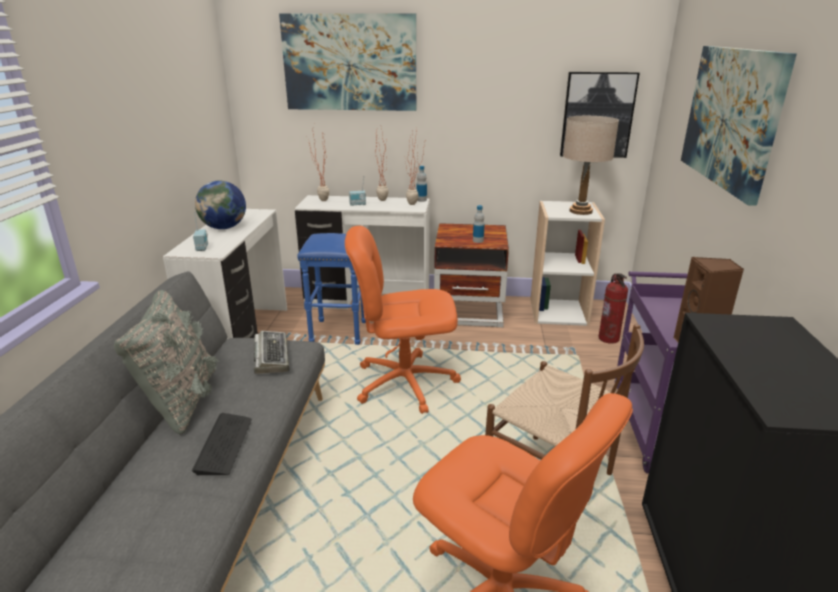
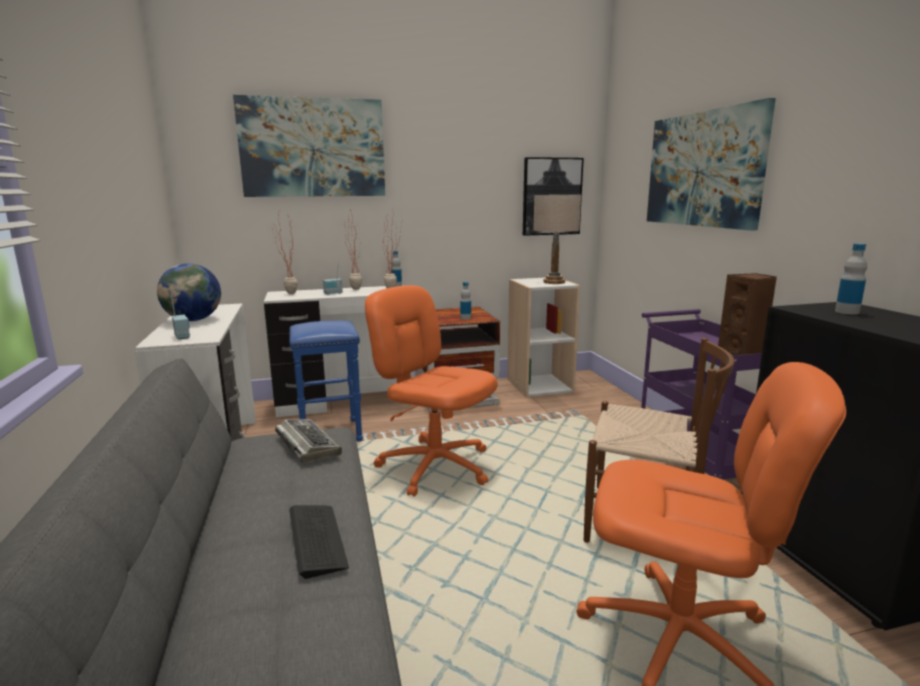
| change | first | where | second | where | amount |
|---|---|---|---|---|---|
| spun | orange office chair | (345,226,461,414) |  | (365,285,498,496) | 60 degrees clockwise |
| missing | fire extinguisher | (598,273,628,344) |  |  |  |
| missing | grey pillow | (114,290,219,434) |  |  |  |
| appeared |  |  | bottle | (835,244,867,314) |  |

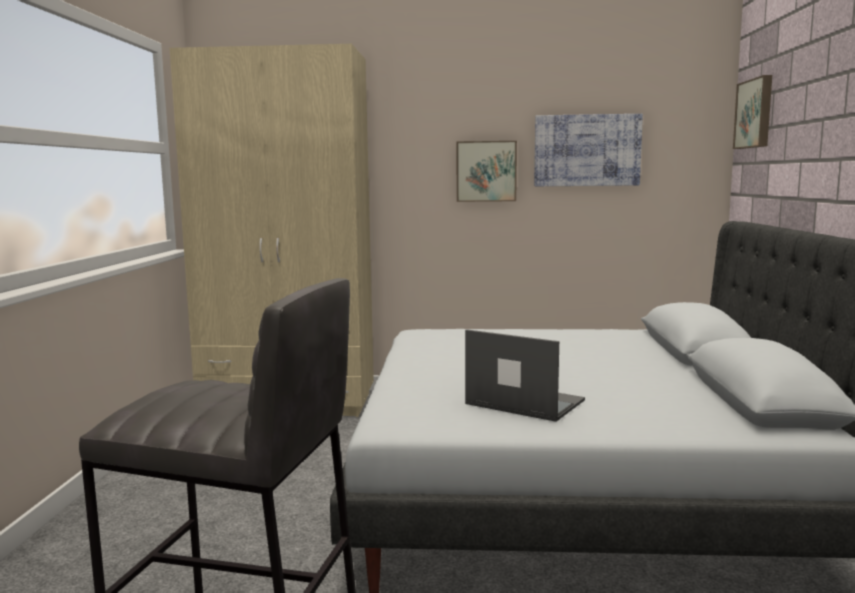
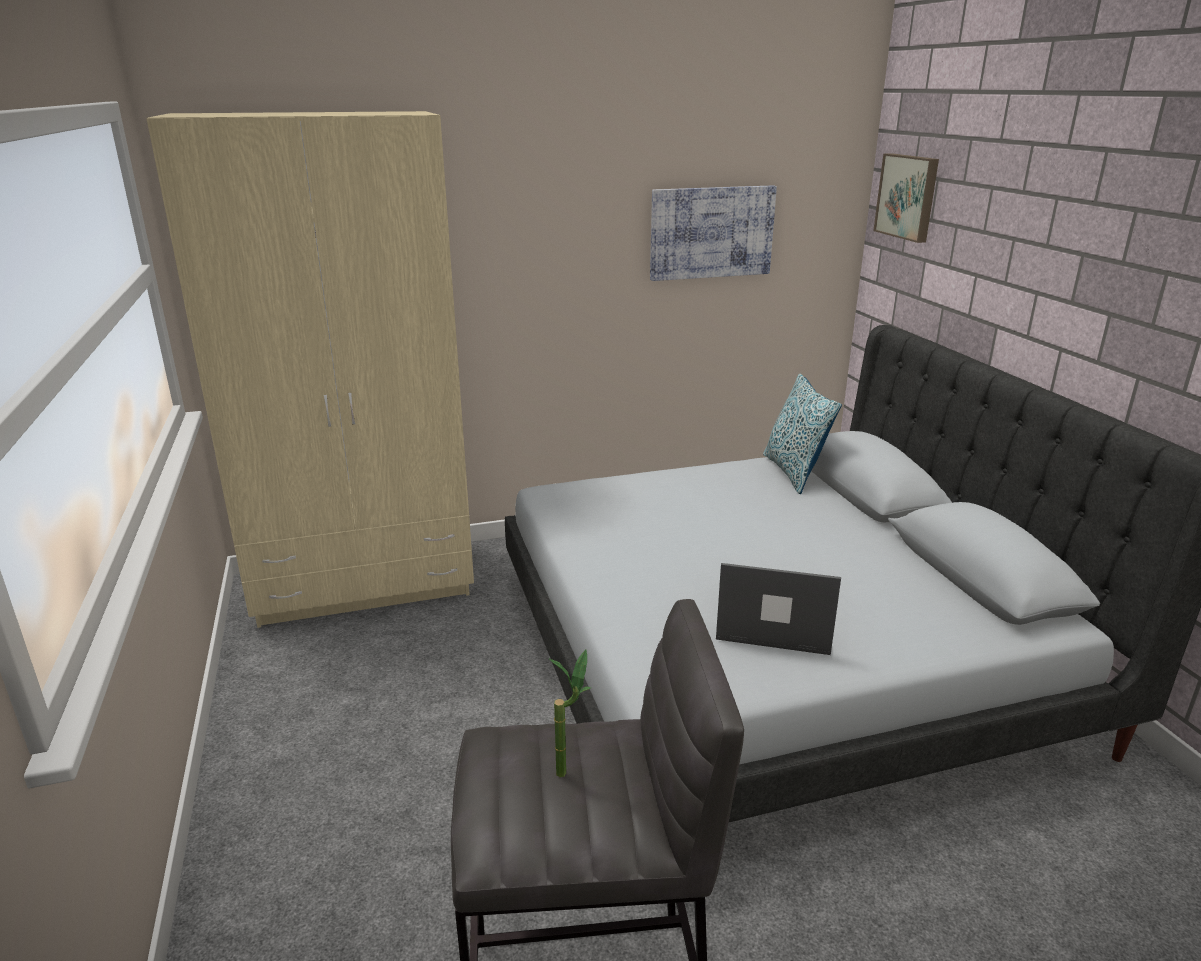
| change | first | where | second | where | amount |
|---|---|---|---|---|---|
| missing | picture | (456,141,517,202) |  |  |  |
| appeared |  |  | pillow | (763,374,842,494) |  |
| appeared |  |  | potted plant | (549,650,591,777) |  |

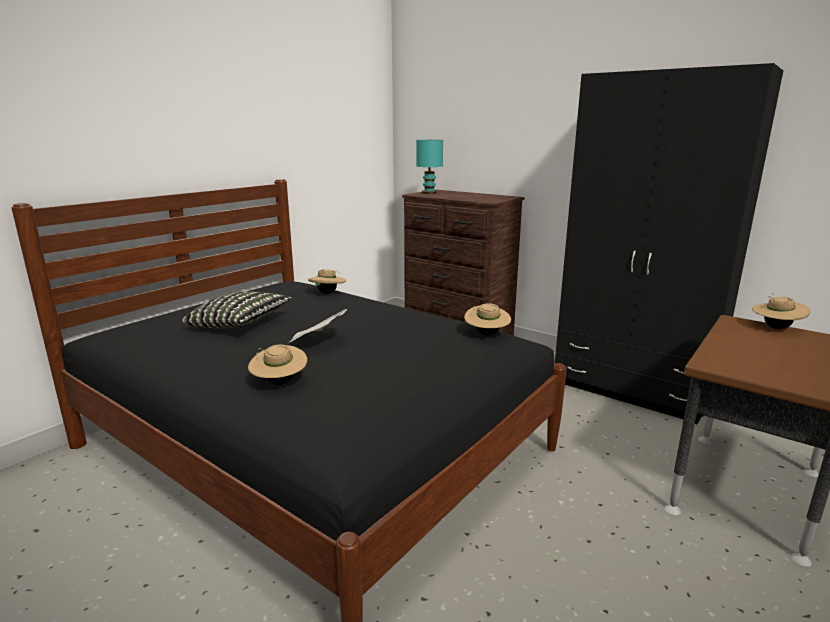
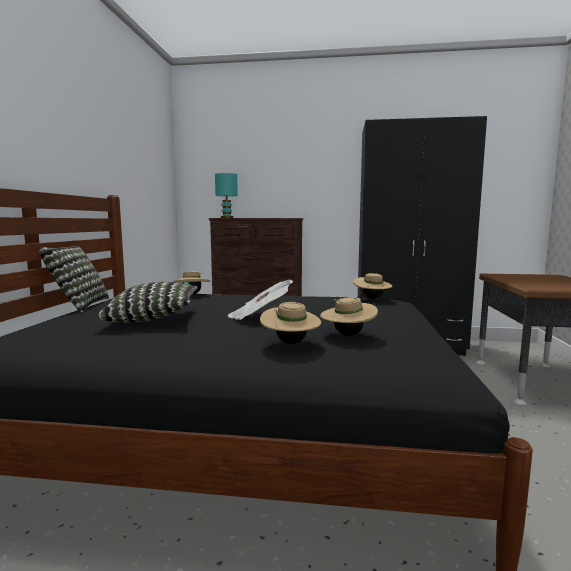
| change | first | where | second | where | amount |
|---|---|---|---|---|---|
| relocated | beige hat | (752,294,811,329) |  | (320,295,378,336) |  |
| appeared |  |  | pillow | (39,246,109,313) |  |

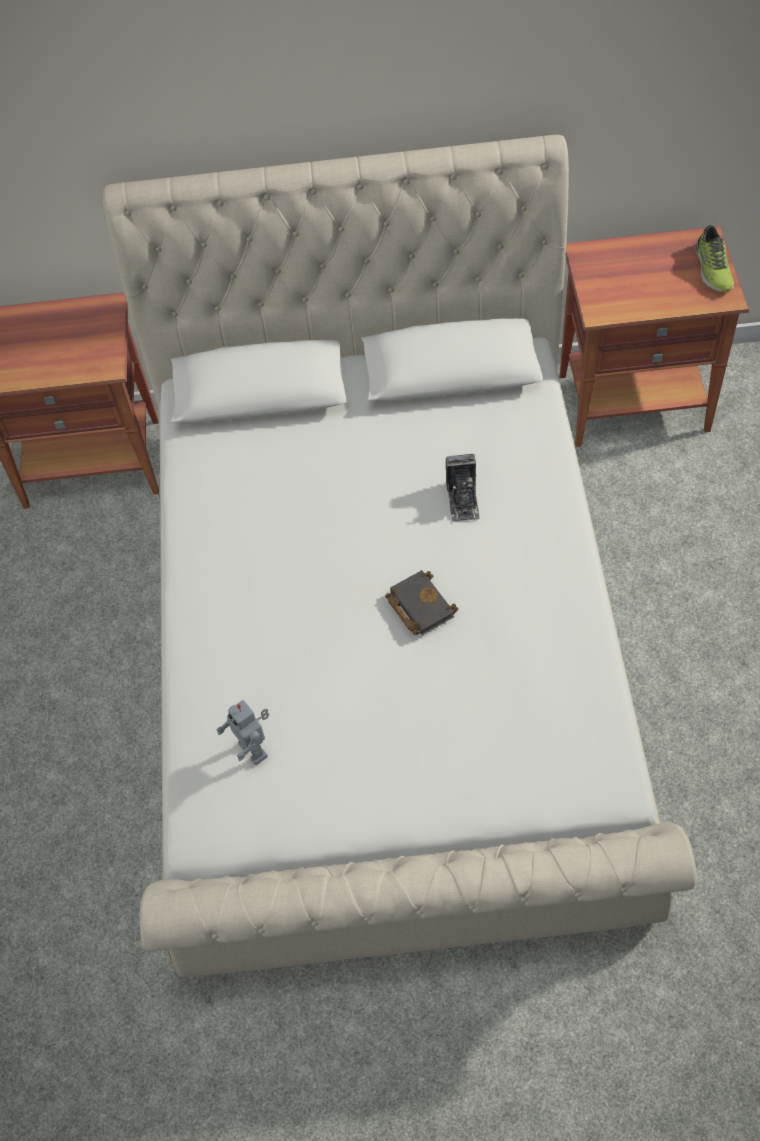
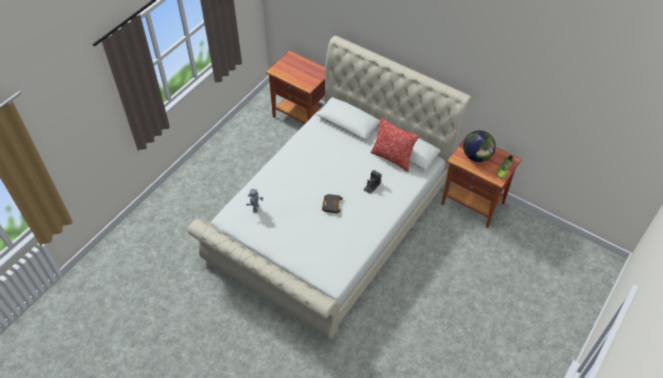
| change | first | where | second | where | amount |
|---|---|---|---|---|---|
| appeared |  |  | pillow | (371,118,419,172) |  |
| appeared |  |  | globe | (463,130,496,162) |  |

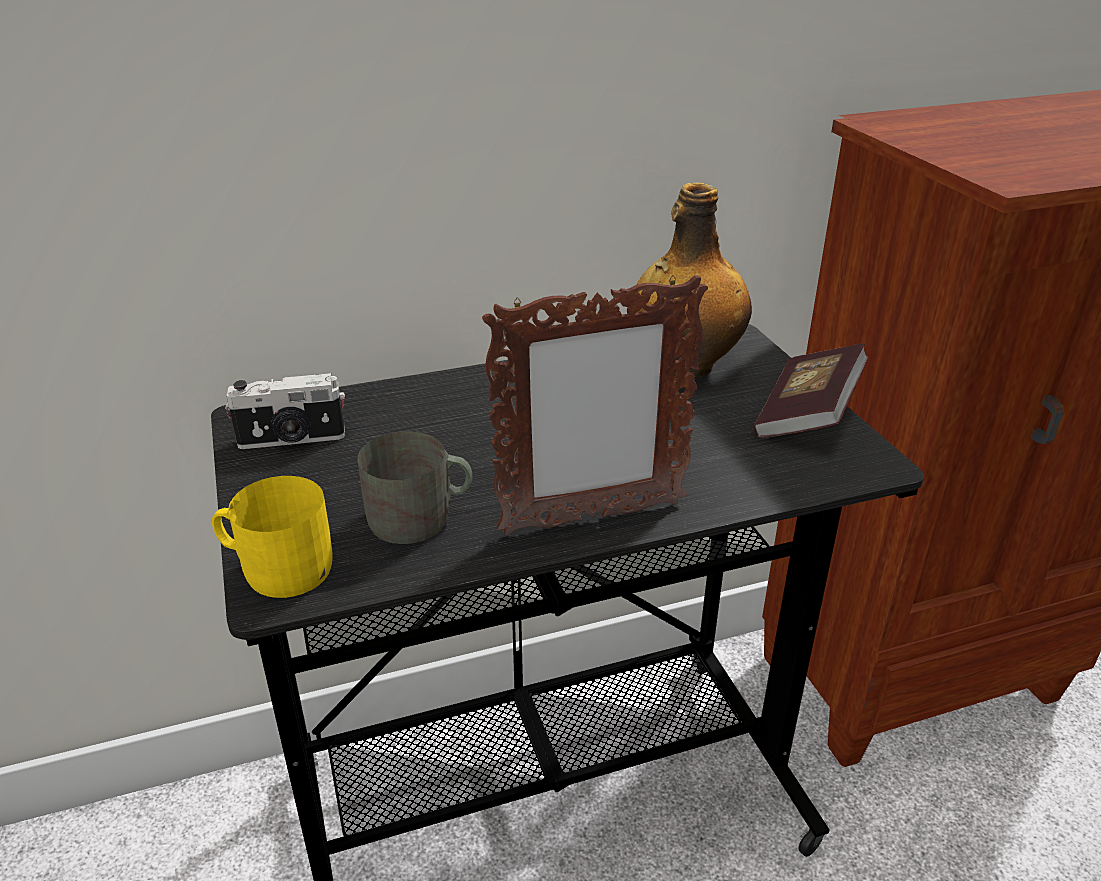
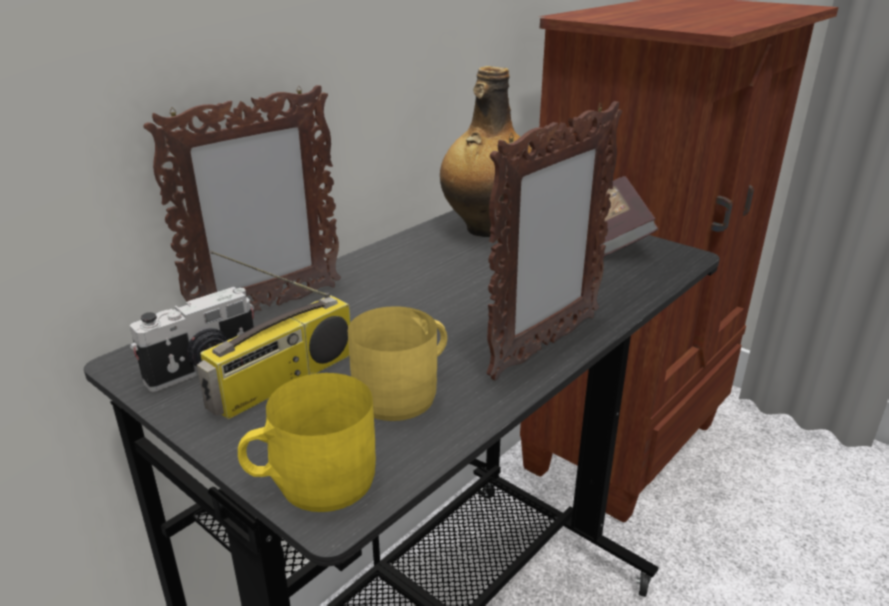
| change | first | where | second | where | amount |
|---|---|---|---|---|---|
| colour | grey mug | (358,431,473,544) | yellow mug | (348,306,447,421) |  |
| appeared |  |  | picture frame | (143,85,341,312) |  |
| appeared |  |  | radio | (197,250,350,419) |  |

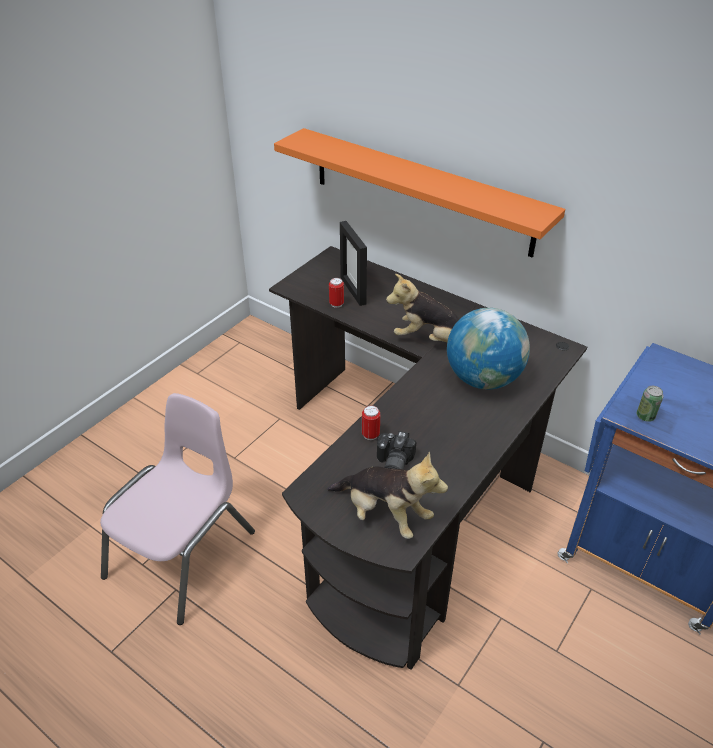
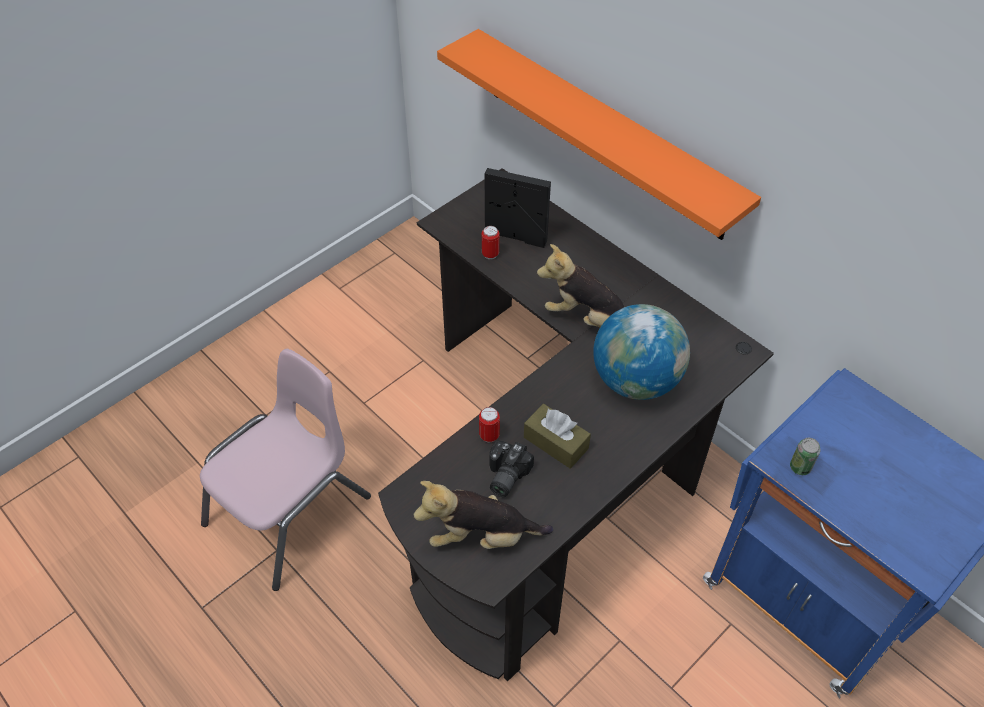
| change | first | where | second | where | amount |
|---|---|---|---|---|---|
| spun | picture frame | (340,221,367,306) |  | (484,168,551,248) | 120 degrees clockwise |
| spun | plush toy | (327,452,448,539) |  | (413,481,553,549) | 135 degrees clockwise |
| appeared |  |  | brown tissue box | (524,404,591,469) |  |

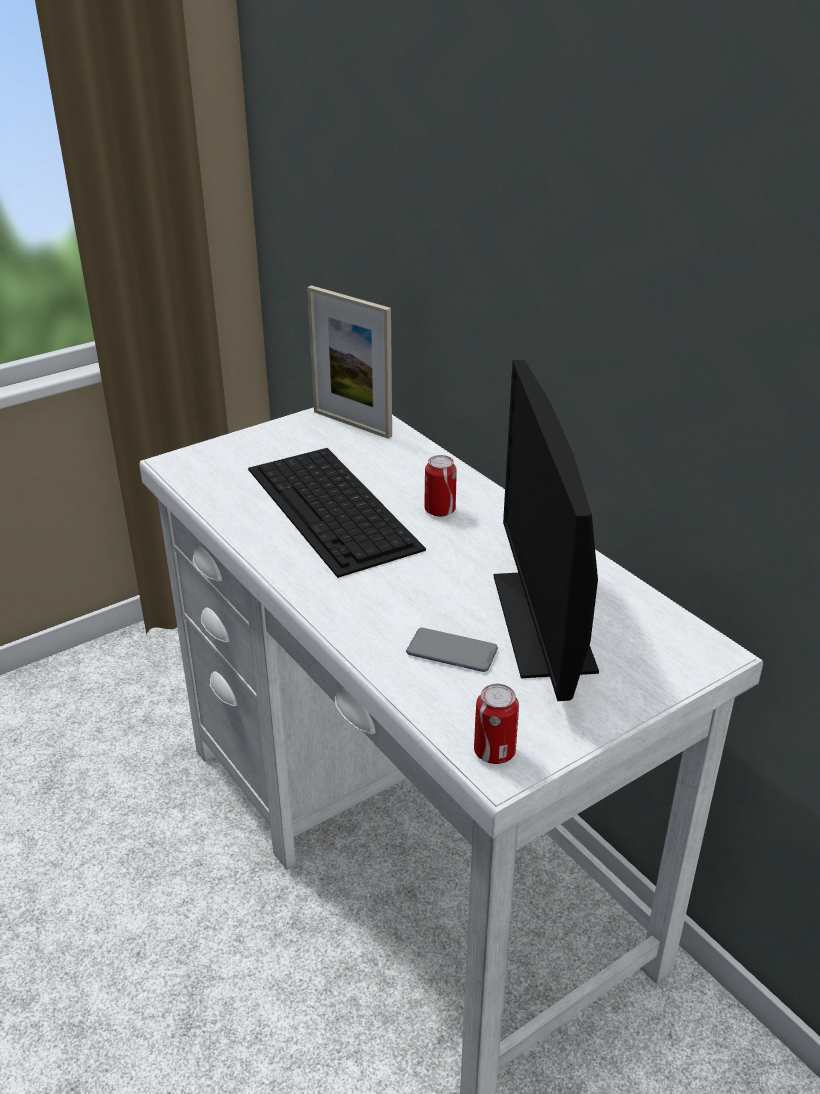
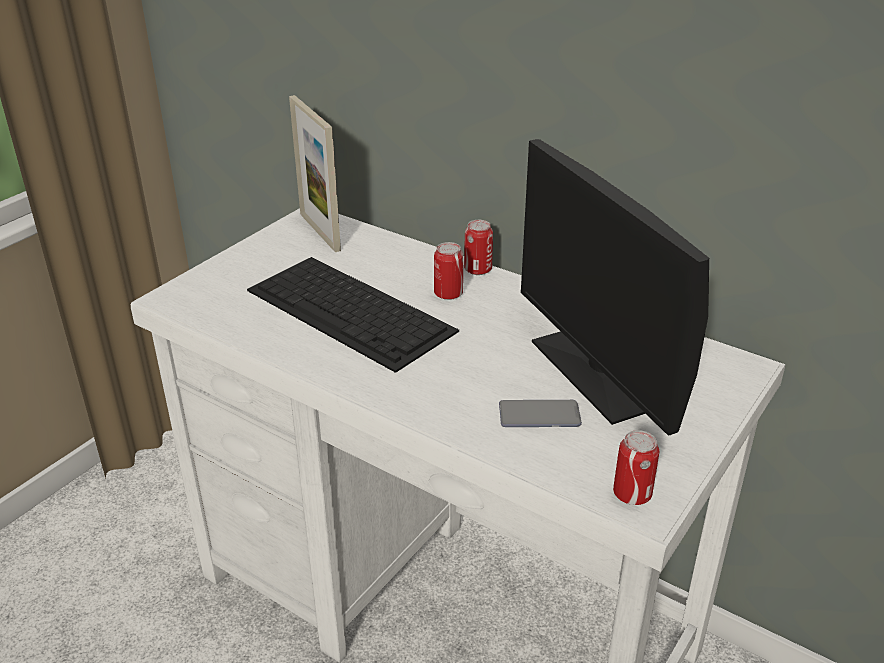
| change | first | where | second | where | amount |
|---|---|---|---|---|---|
| spun | picture frame | (307,285,392,439) |  | (289,95,341,252) | 45 degrees clockwise |
| appeared |  |  | can | (464,220,493,275) |  |

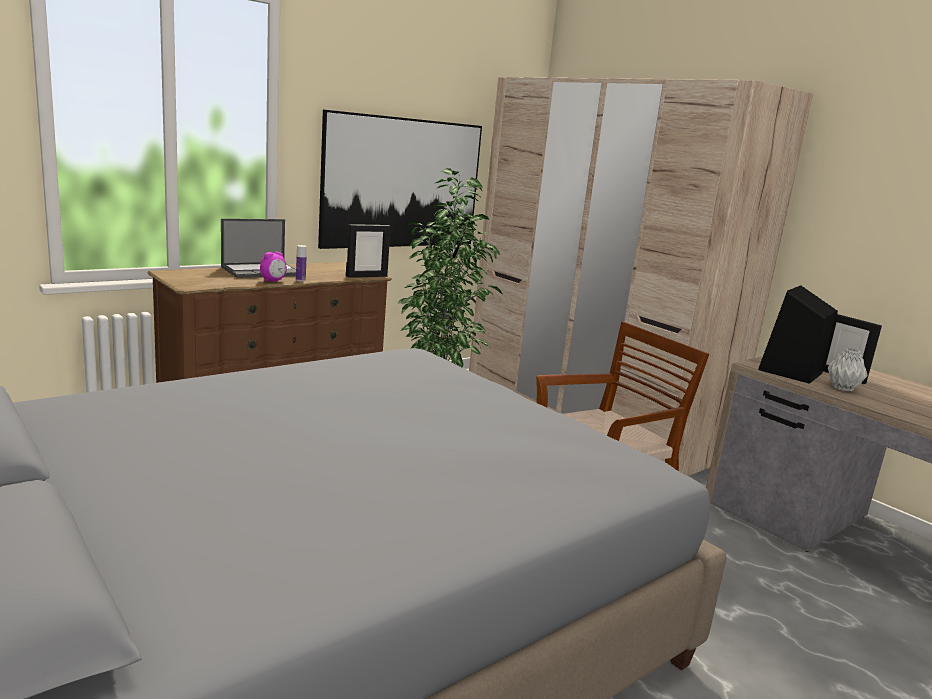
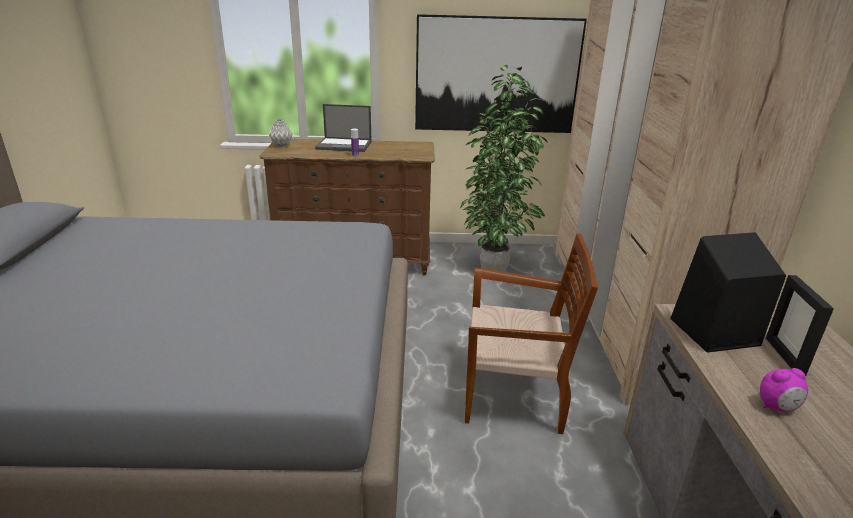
| change | first | where | second | where | amount |
|---|---|---|---|---|---|
| missing | picture frame | (346,224,391,278) |  |  |  |
| relocated | alarm clock | (260,251,287,281) |  | (760,368,808,412) |  |
| relocated | grey vase | (828,348,868,391) |  | (269,119,293,148) |  |

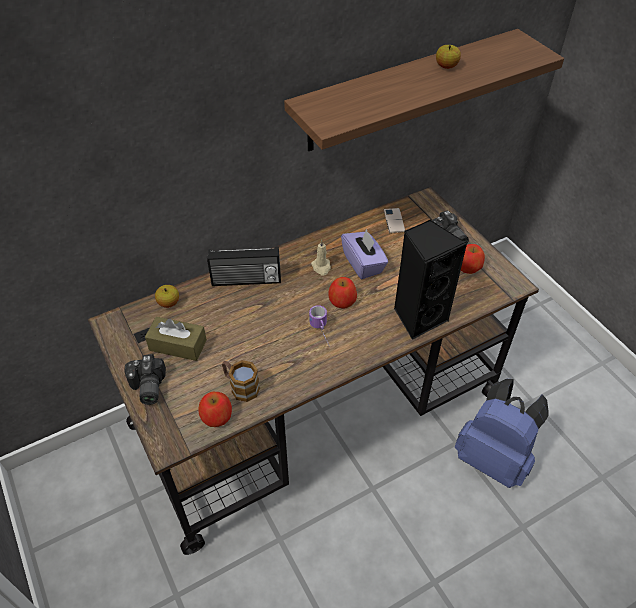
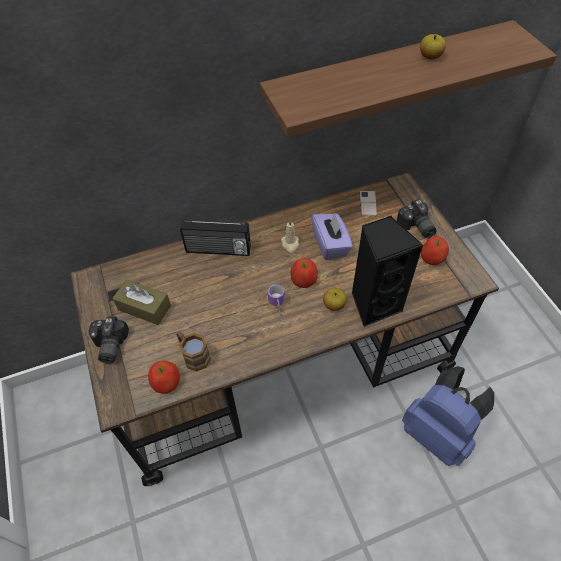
| change | first | where | second | where | amount |
|---|---|---|---|---|---|
| relocated | apple | (155,285,179,308) |  | (323,288,347,311) |  |

